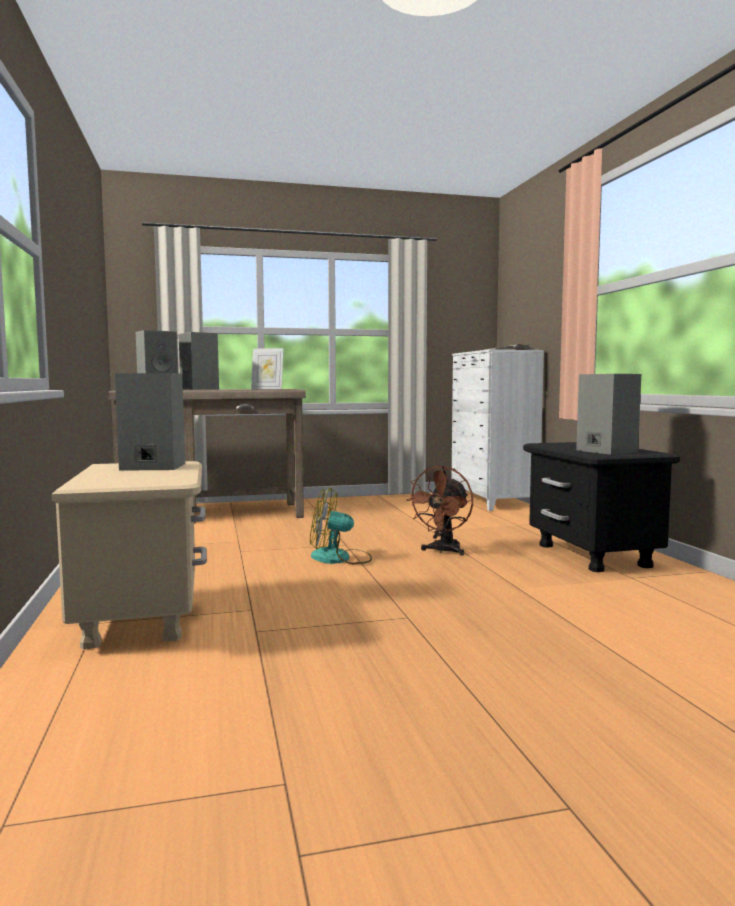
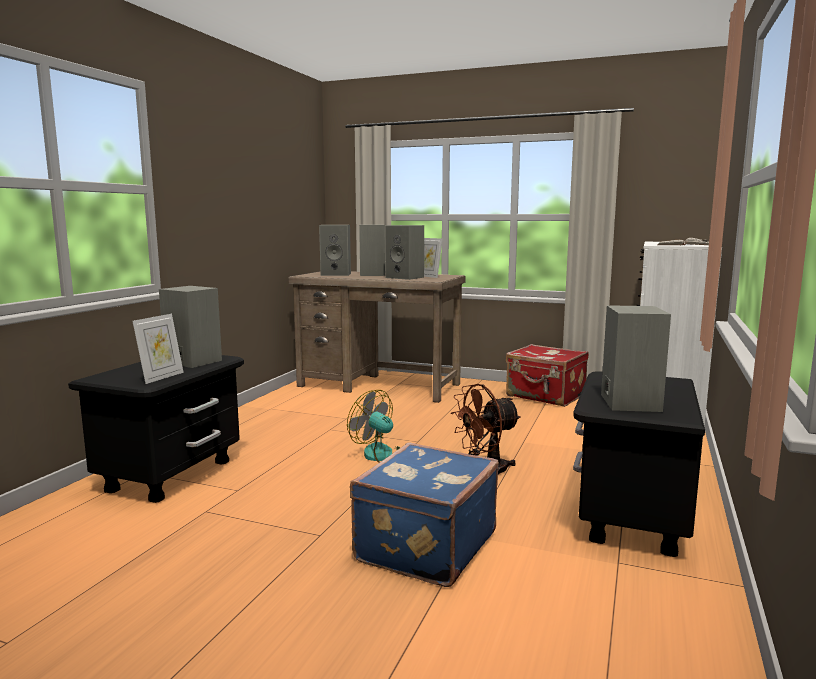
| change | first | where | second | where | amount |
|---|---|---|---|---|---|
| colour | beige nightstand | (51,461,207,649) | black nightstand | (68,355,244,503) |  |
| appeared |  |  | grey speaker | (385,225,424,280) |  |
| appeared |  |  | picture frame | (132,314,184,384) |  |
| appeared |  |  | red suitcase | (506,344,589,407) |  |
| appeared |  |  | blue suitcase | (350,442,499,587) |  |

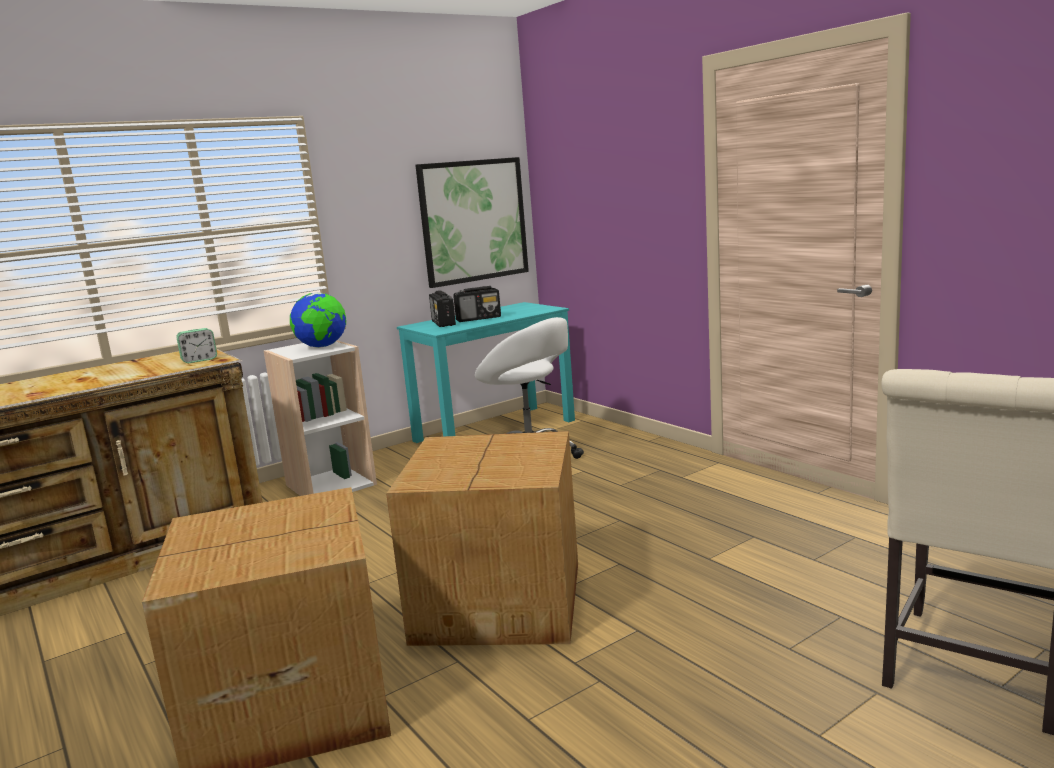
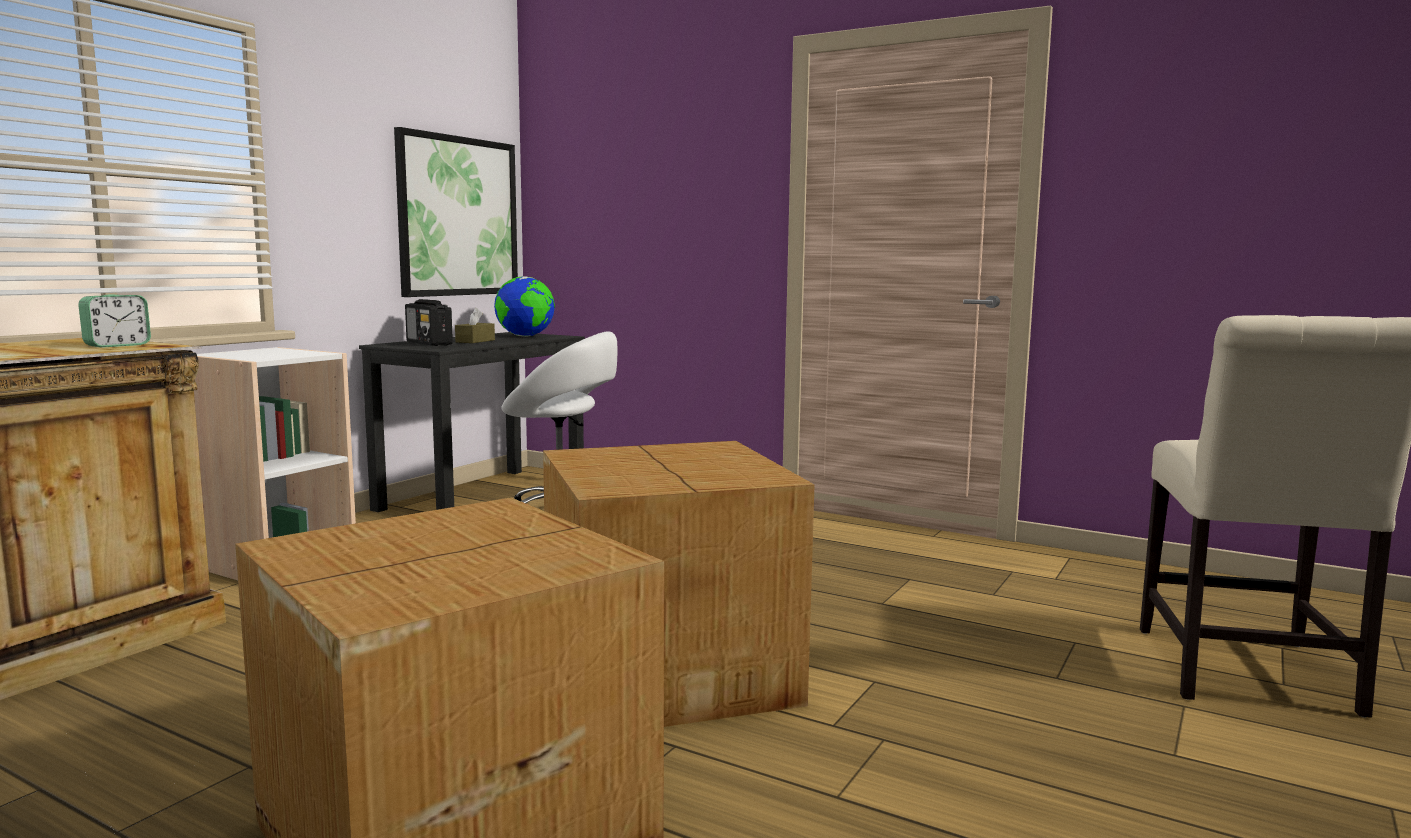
| change | first | where | second | where | amount |
|---|---|---|---|---|---|
| exchanged | radio | (453,286,501,322) | brown tissue box | (455,308,495,343) |  |
| relocated | globe | (290,292,346,348) |  | (494,276,555,337) |  |
| colour | turquoise desk | (397,302,575,443) | black desk | (359,332,585,512) |  |

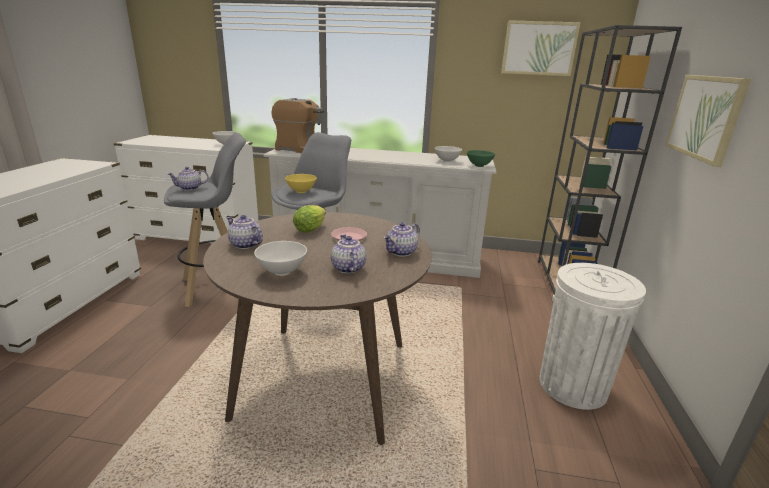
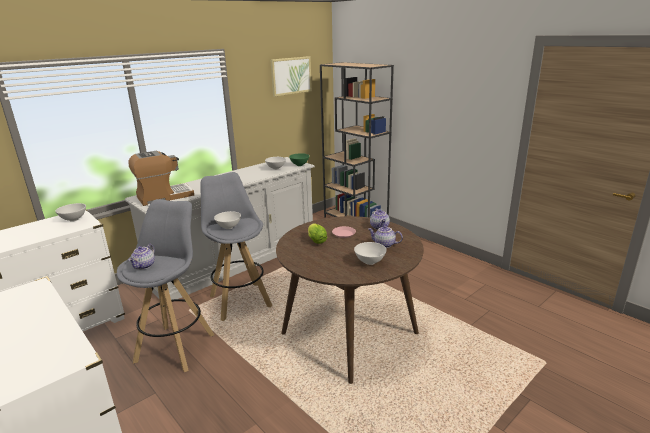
| change | first | where | second | where | amount |
|---|---|---|---|---|---|
| missing | picture | (666,75,751,167) |  |  |  |
| colour | yellow bowl | (285,174,317,193) | white bowl | (214,211,241,229) |  |
| missing | teapot | (227,215,263,249) |  |  |  |
| missing | white trash can | (539,263,646,410) |  |  |  |

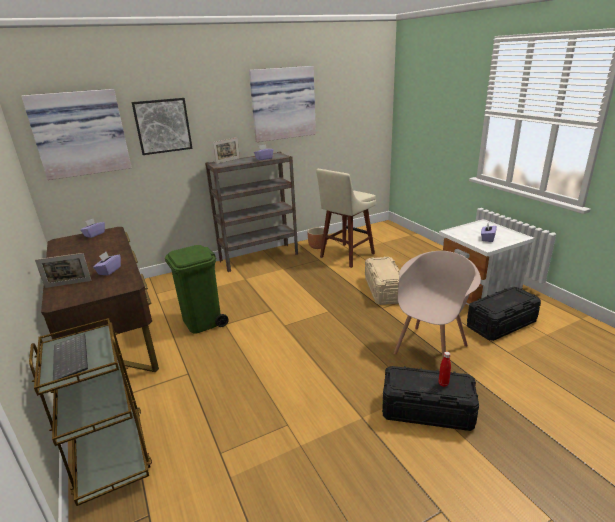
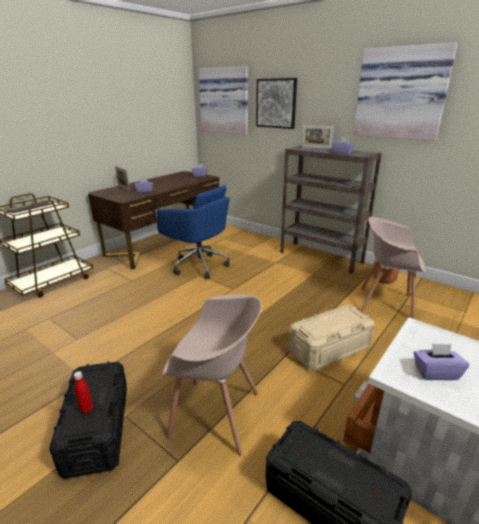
| change | first | where | second | where | amount |
|---|---|---|---|---|---|
| exchanged | beige stool | (316,169,376,268) | beige chair | (360,217,426,319) |  |
| exchanged | green trash can | (165,245,229,334) | blue office chair | (157,185,230,279) |  |

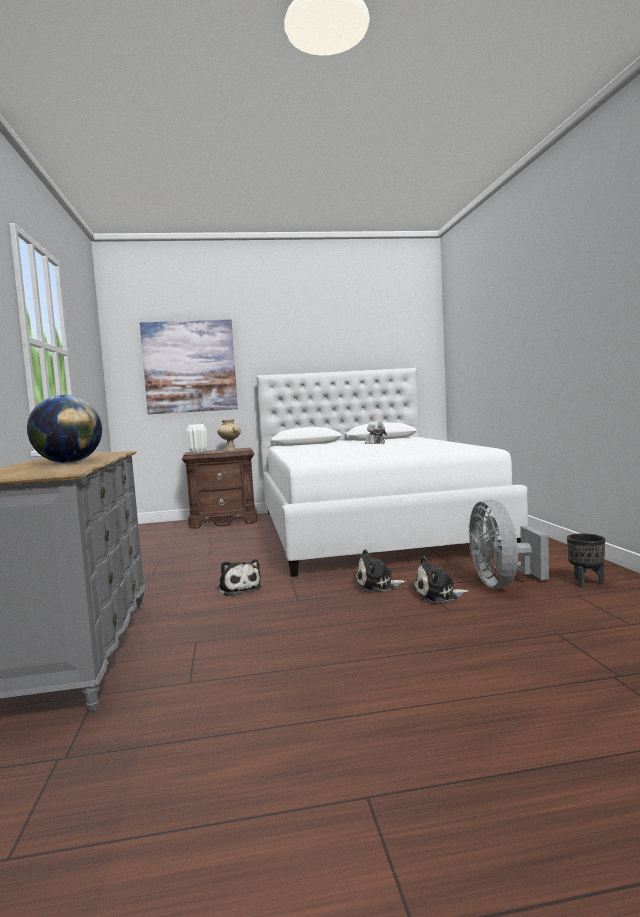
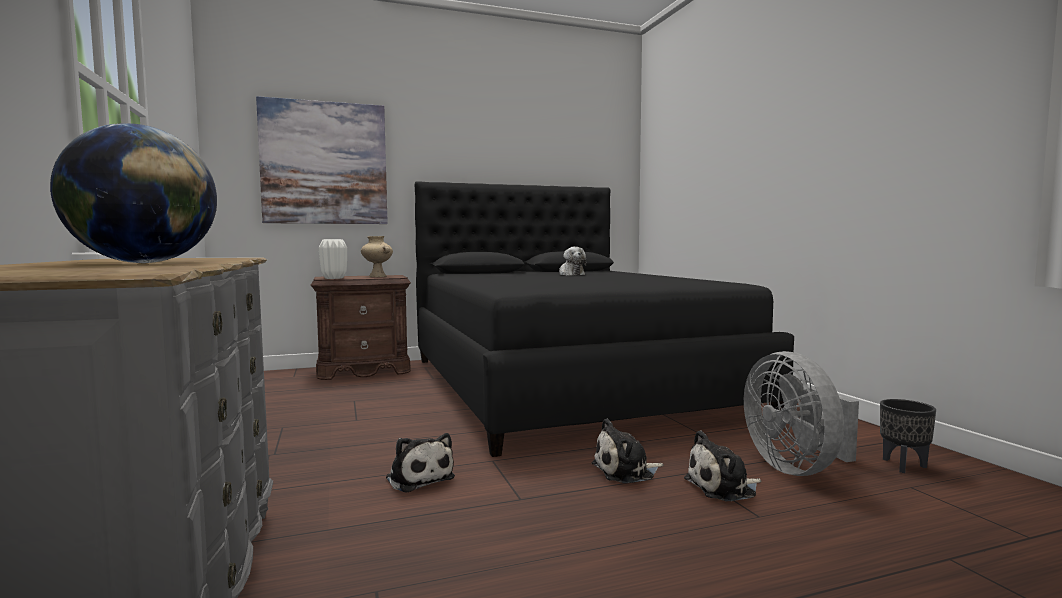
| change | first | where | second | where | amount |
|---|---|---|---|---|---|
| colour | white bed | (257,368,528,577) | black bed | (415,181,794,457) |  |

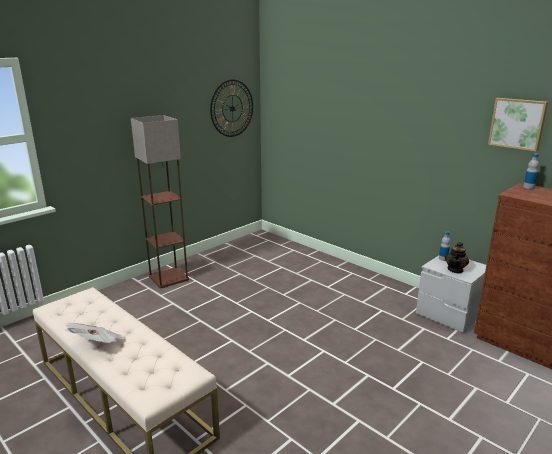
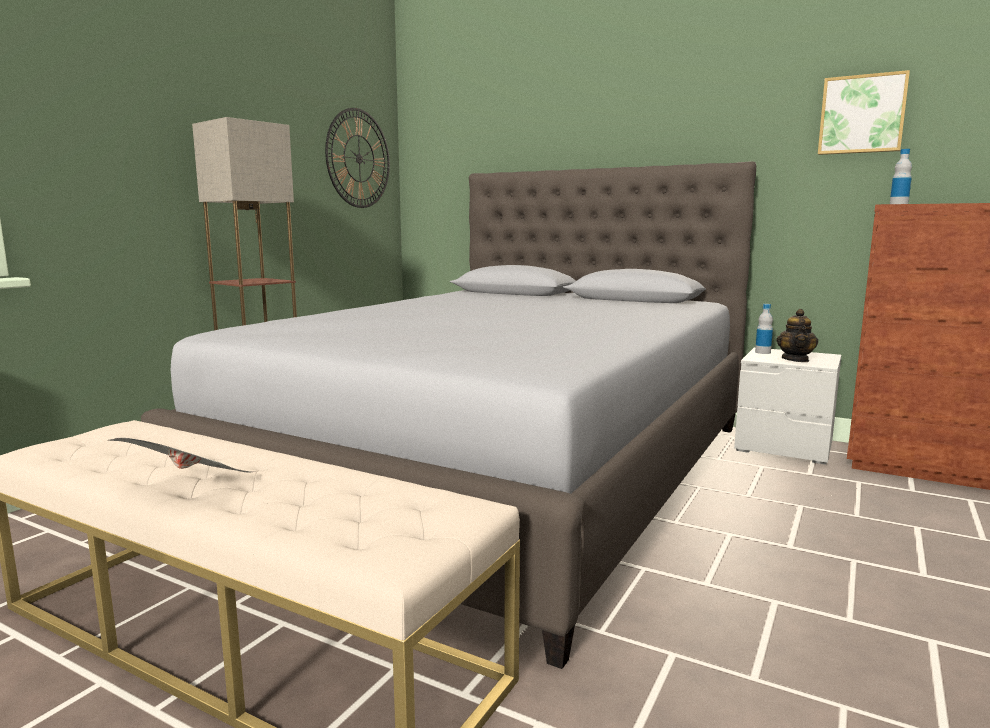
| change | first | where | second | where | amount |
|---|---|---|---|---|---|
| appeared |  |  | grey bed | (141,161,756,669) |  |

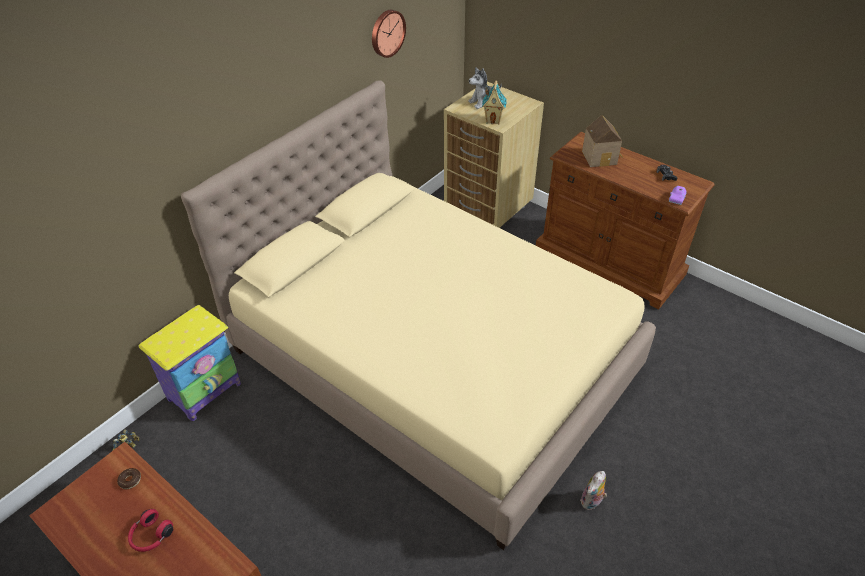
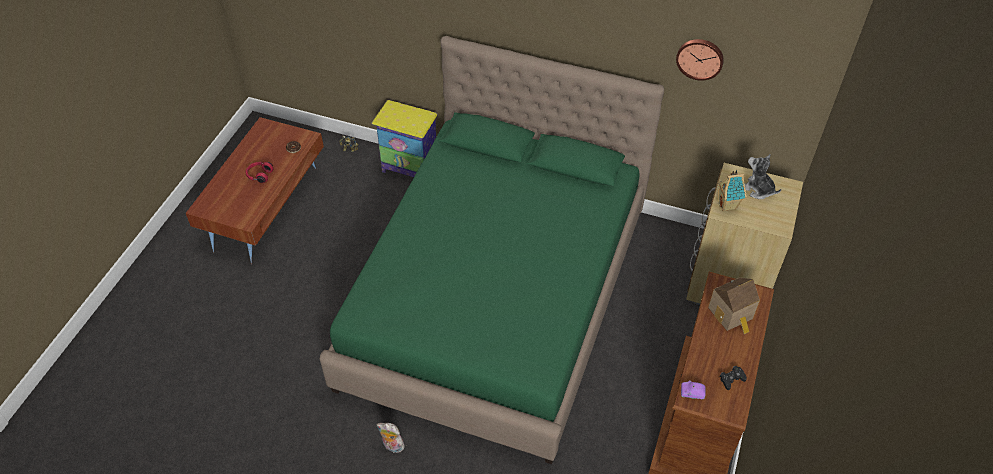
| change | first | where | second | where | amount |
|---|---|---|---|---|---|
| colour | beige bed | (181,80,656,550) | green bed | (320,36,664,464) |  |

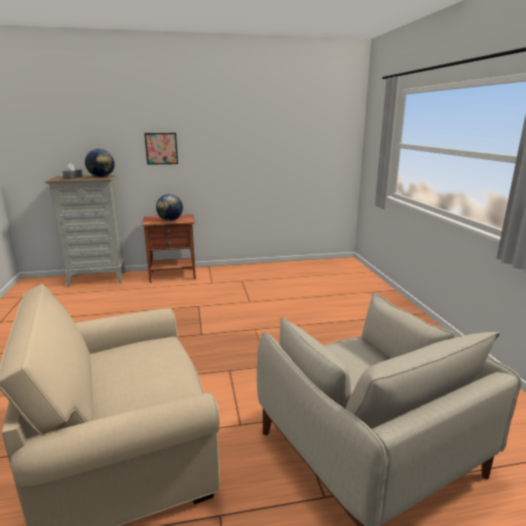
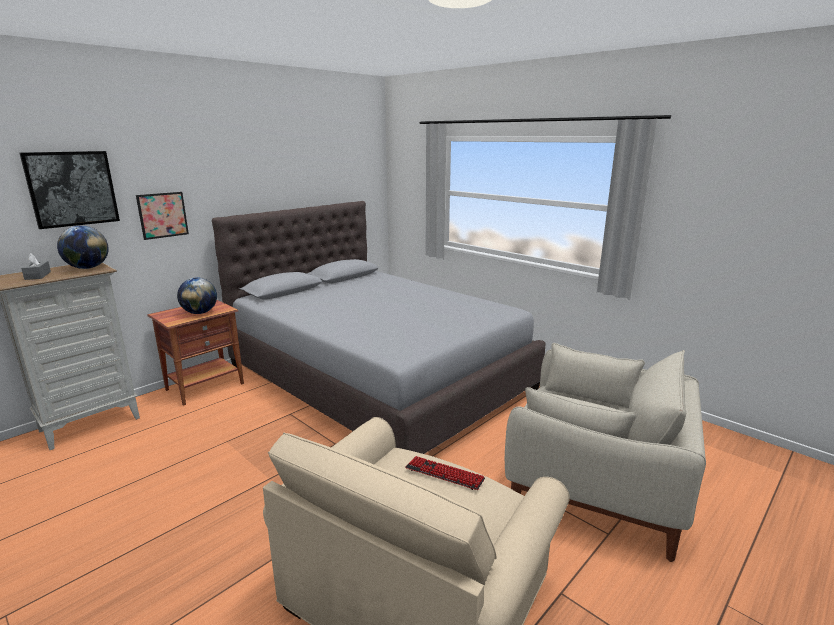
| change | first | where | second | where | amount |
|---|---|---|---|---|---|
| appeared |  |  | picture | (19,151,120,229) |  |
| appeared |  |  | grey bed | (212,201,546,454) |  |
| appeared |  |  | keyboard | (405,456,485,490) |  |

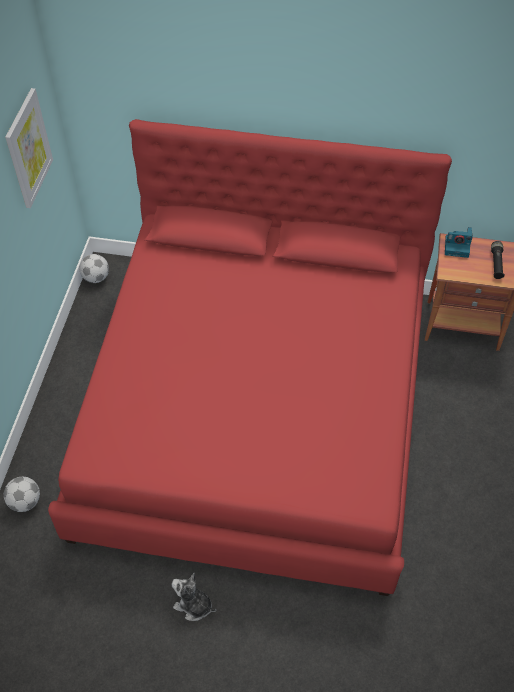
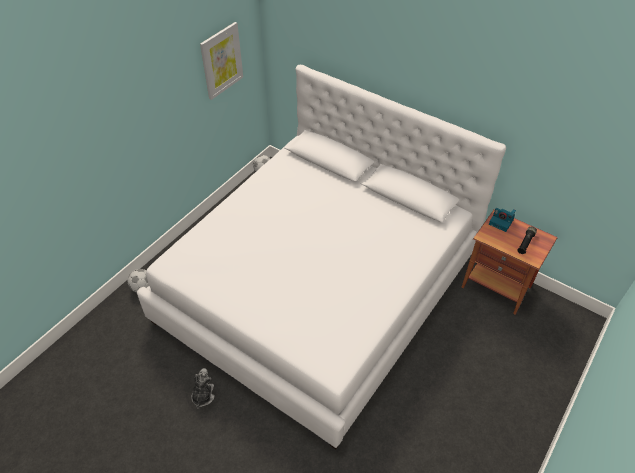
| change | first | where | second | where | amount |
|---|---|---|---|---|---|
| colour | red bed | (48,119,452,596) | white bed | (137,65,506,450) |  |
| spun | plush toy | (172,573,217,621) |  | (191,368,215,409) | 45 degrees clockwise |

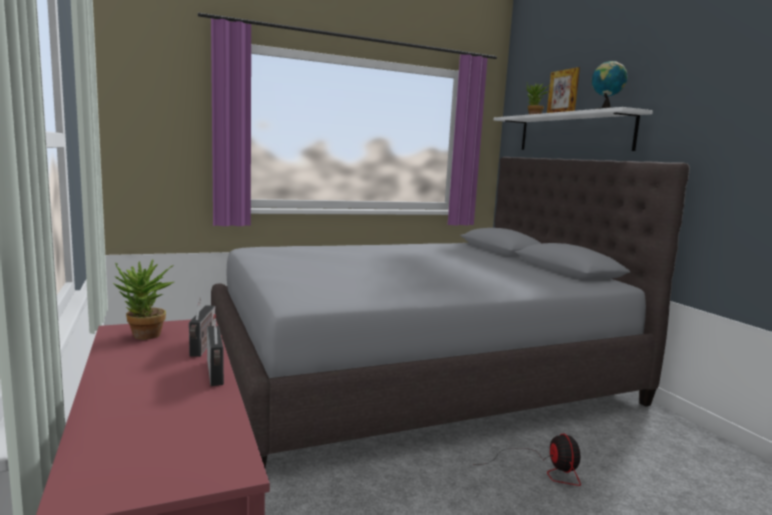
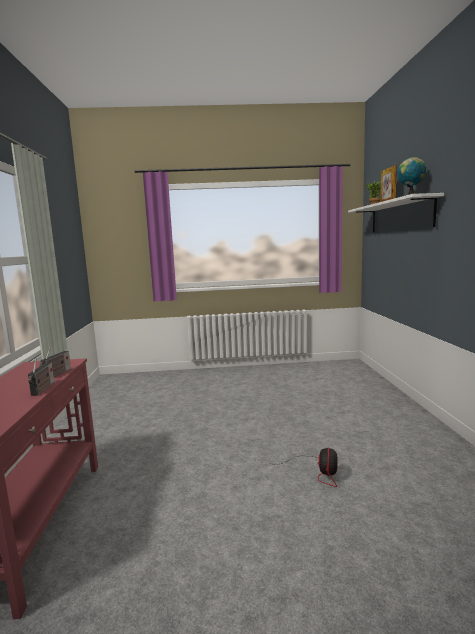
| change | first | where | second | where | amount |
|---|---|---|---|---|---|
| missing | grey bed | (211,157,690,467) |  |  |  |
| missing | potted plant | (113,260,174,340) |  |  |  |

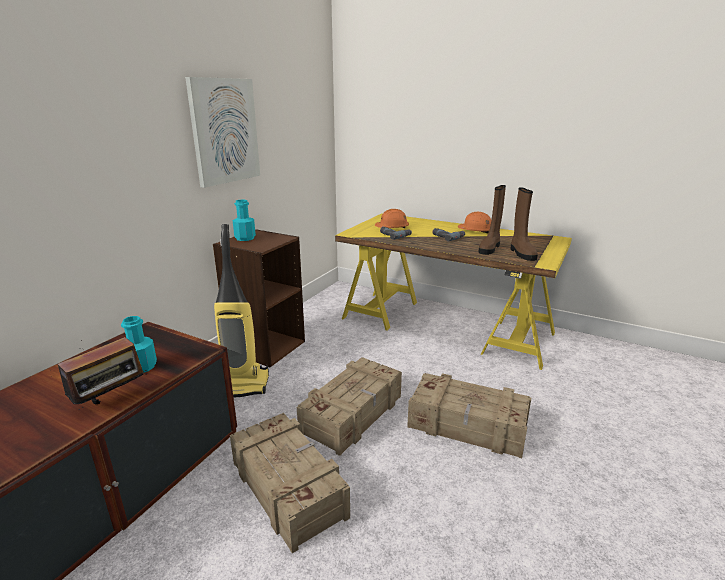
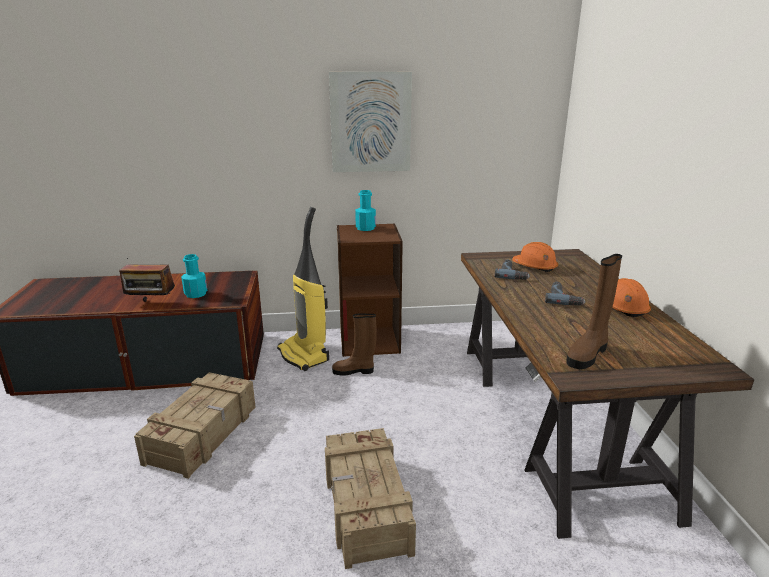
| change | first | where | second | where | amount |
|---|---|---|---|---|---|
| relocated | brown boot | (479,185,506,255) |  | (332,313,377,375) |  |
| colour | yellow desk | (335,213,572,370) | brown desk | (461,249,755,539) |  |
| missing | crate | (297,357,402,456) |  |  |  |

